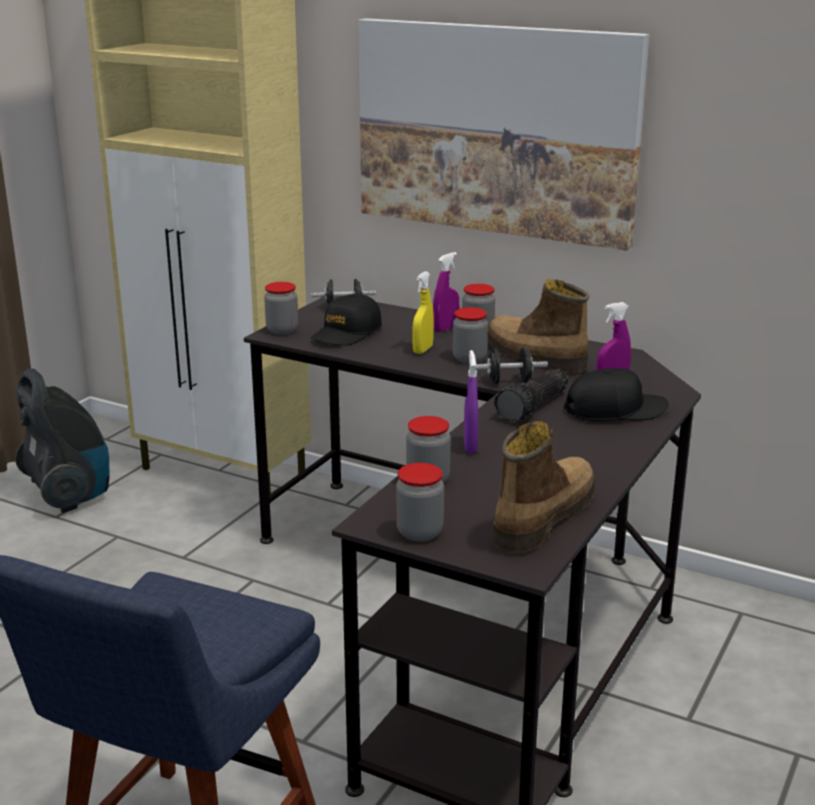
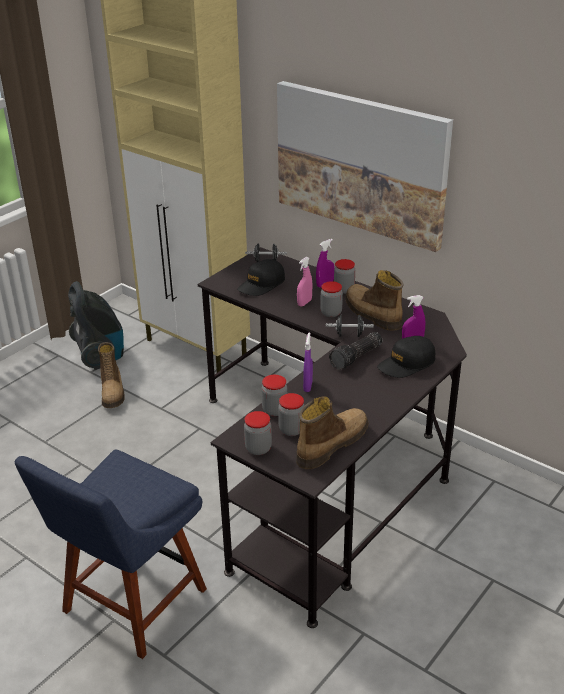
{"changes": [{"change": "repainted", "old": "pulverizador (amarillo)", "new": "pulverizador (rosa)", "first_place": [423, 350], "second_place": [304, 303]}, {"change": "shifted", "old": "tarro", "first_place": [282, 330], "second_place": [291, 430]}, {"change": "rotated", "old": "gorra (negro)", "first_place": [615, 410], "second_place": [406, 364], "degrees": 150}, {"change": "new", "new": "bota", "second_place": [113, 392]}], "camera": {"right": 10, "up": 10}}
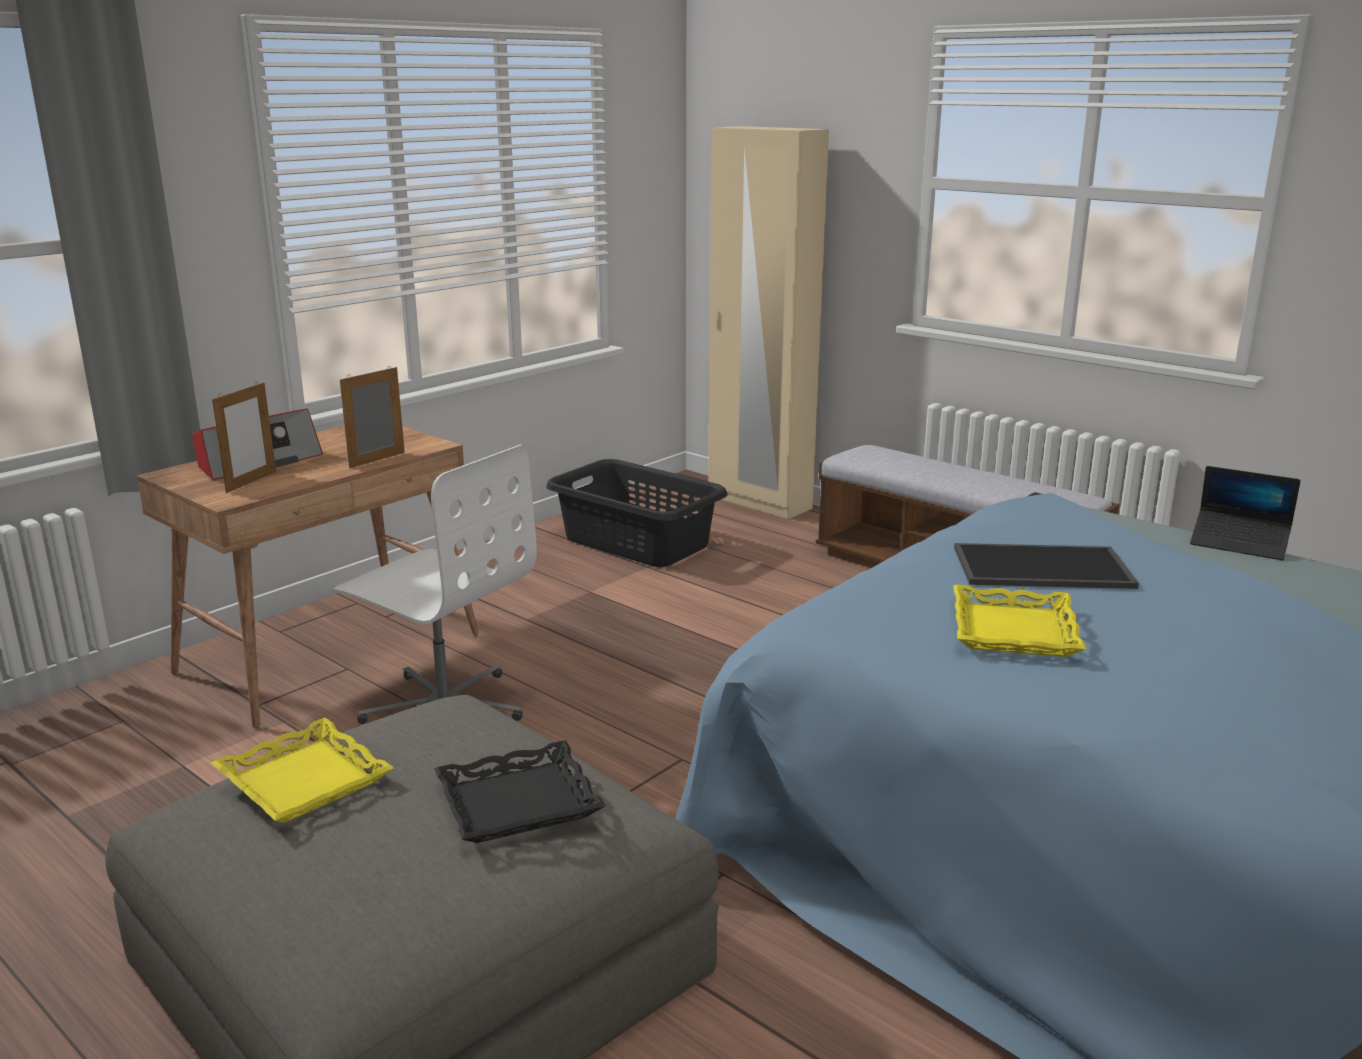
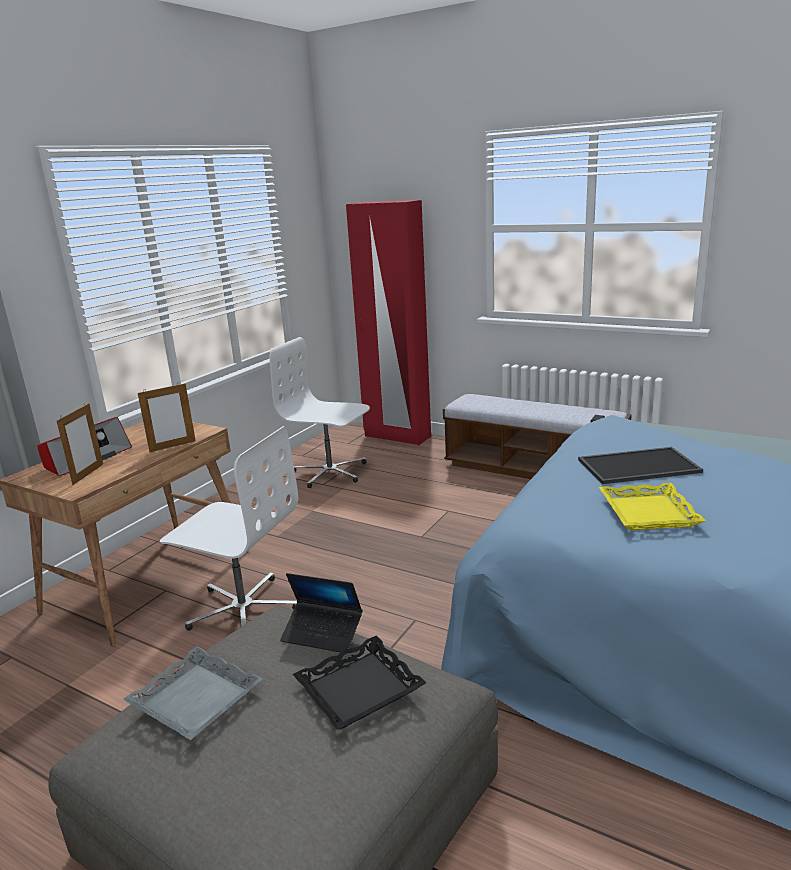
{"changes": [{"change": "repainted", "old": "armario ropero (beis)", "new": "armario ropero (rojo)", "first_place": [759, 502], "second_place": [397, 436]}, {"change": "rotated", "old": "portarretratos", "first_place": [377, 460], "second_place": [172, 446], "degrees": -150}, {"change": "swapped", "old": "cesto de la ropa (negro)", "new": "silla de oficina (blanco)", "first_place": [636, 542], "second_place": [330, 472]}, {"change": "shifted", "old": "portátil", "first_place": [1239, 543], "second_place": [322, 633]}, {"change": "repainted", "old": "bandeja (amarillo)", "new": "bandeja (gris)", "first_place": [305, 780], "second_place": [196, 699]}], "camera": {"right": -10, "up": 0}}
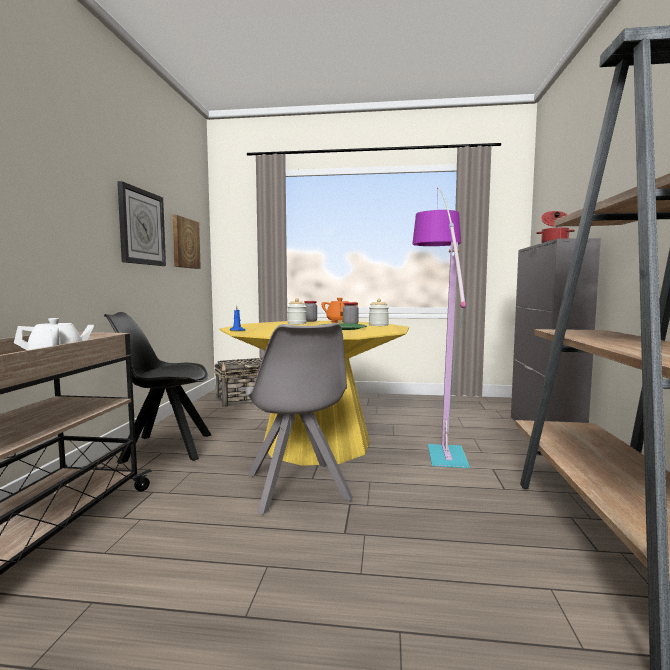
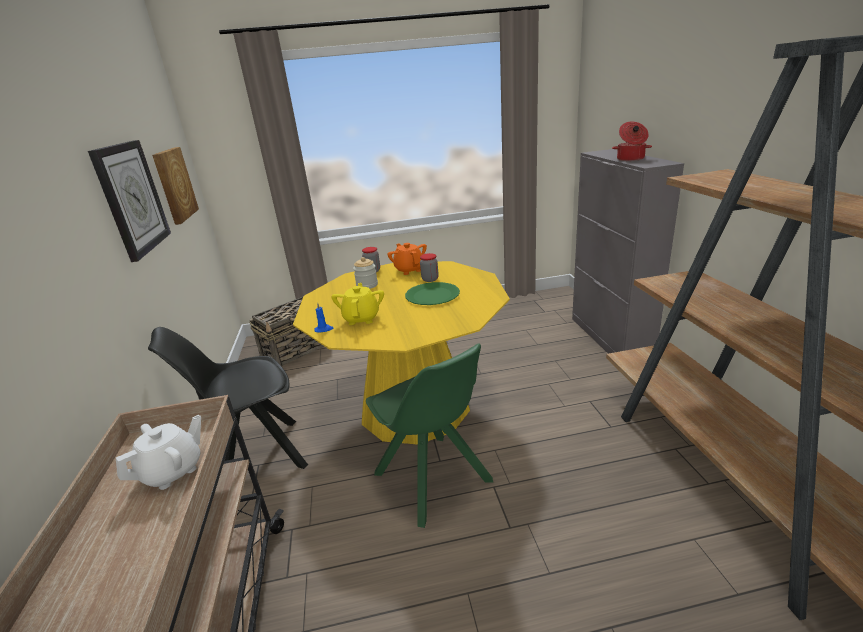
{"changes": [{"change": "gone", "old": "lámpara de pie", "first_place": [438, 424]}, {"change": "gone", "old": "tarro", "first_place": [378, 325]}, {"change": "repainted", "old": "silla (gris)", "new": "silla (verde)", "first_place": [297, 488], "second_place": [434, 479]}, {"change": "new", "new": "tetera (amarillo)", "second_place": [361, 318]}], "camera": {"right": -15, "up": 20}}
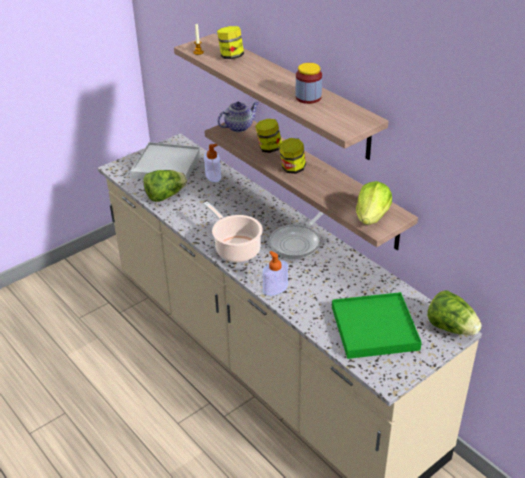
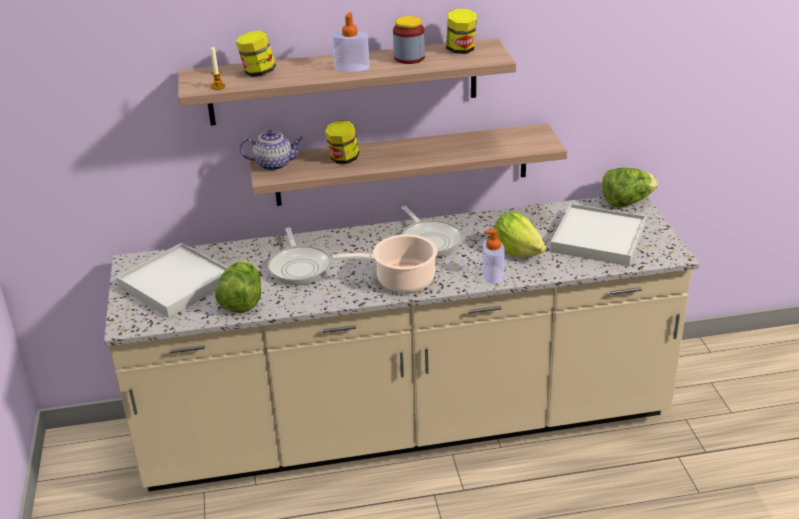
{"changes": [{"change": "rotated", "old": "tetera", "first_place": [239, 127], "second_place": [274, 164], "degrees": 90}, {"change": "shifted", "old": "tarro", "first_place": [292, 169], "second_place": [461, 50]}, {"change": "shifted", "old": "dispensador de jabón", "first_place": [213, 176], "second_place": [352, 68]}, {"change": "shifted", "old": "lechuga", "first_place": [372, 217], "second_place": [517, 251]}, {"change": "repainted", "old": "bandeja (verde)", "new": "bandeja (blanco)", "first_place": [374, 328], "second_place": [598, 238]}, {"change": "new", "new": "sartén", "second_place": [299, 267]}], "camera": {"right": -60, "up": -5}}
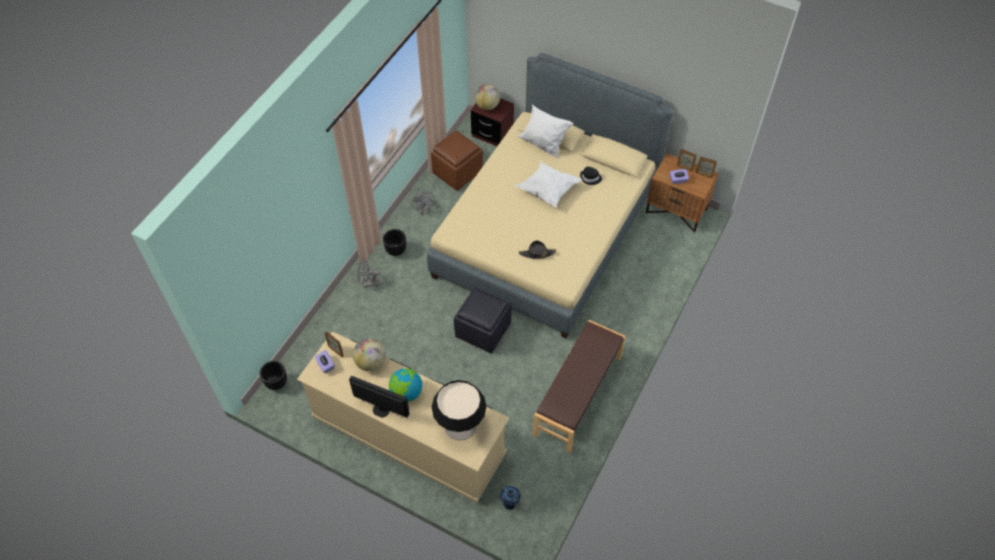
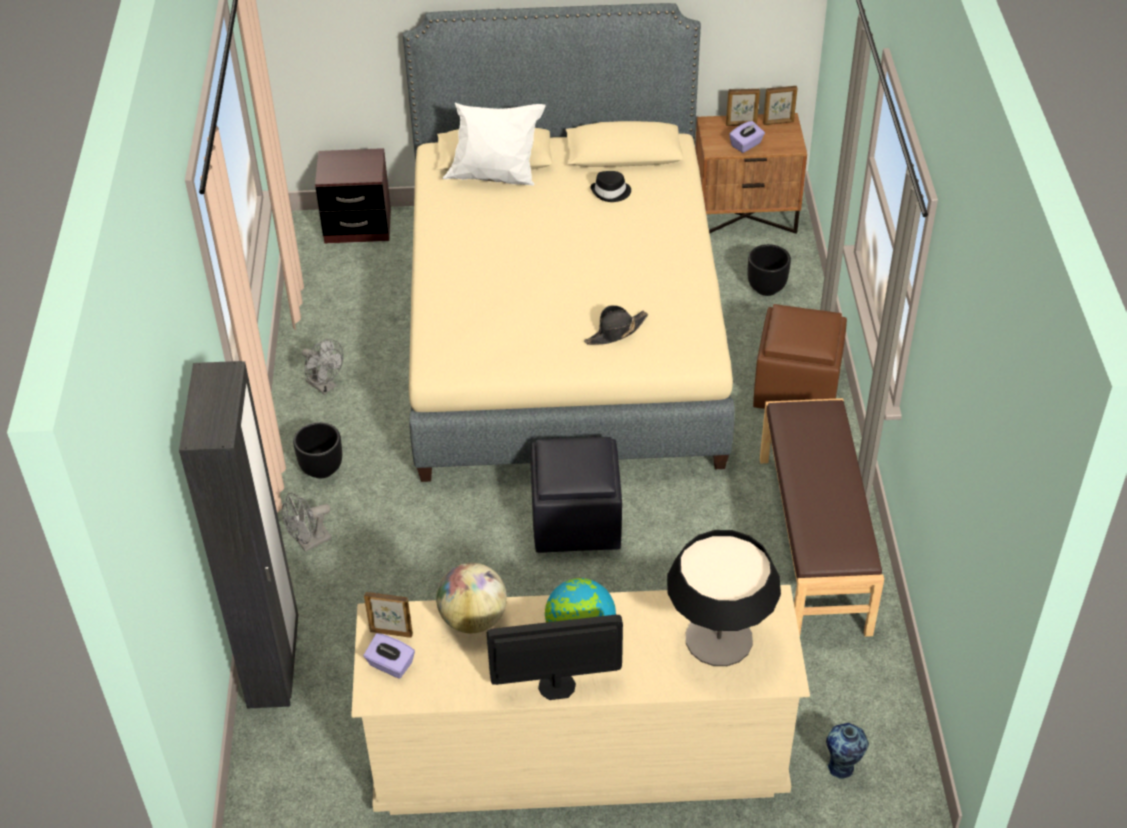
{"changes": [{"change": "gone", "old": "globo terráqueo", "first_place": [487, 106]}, {"change": "shifted", "old": "puf (marrón)", "first_place": [457, 172], "second_place": [797, 388]}, {"change": "gone", "old": "cojín (blanco)", "first_place": [547, 191]}, {"change": "shifted", "old": "maceta (negro)", "first_place": [277, 383], "second_place": [767, 288]}, {"change": "new", "new": "armario ropero (negro)", "second_place": [274, 664]}], "camera": {"right": -30, "up": -10}}
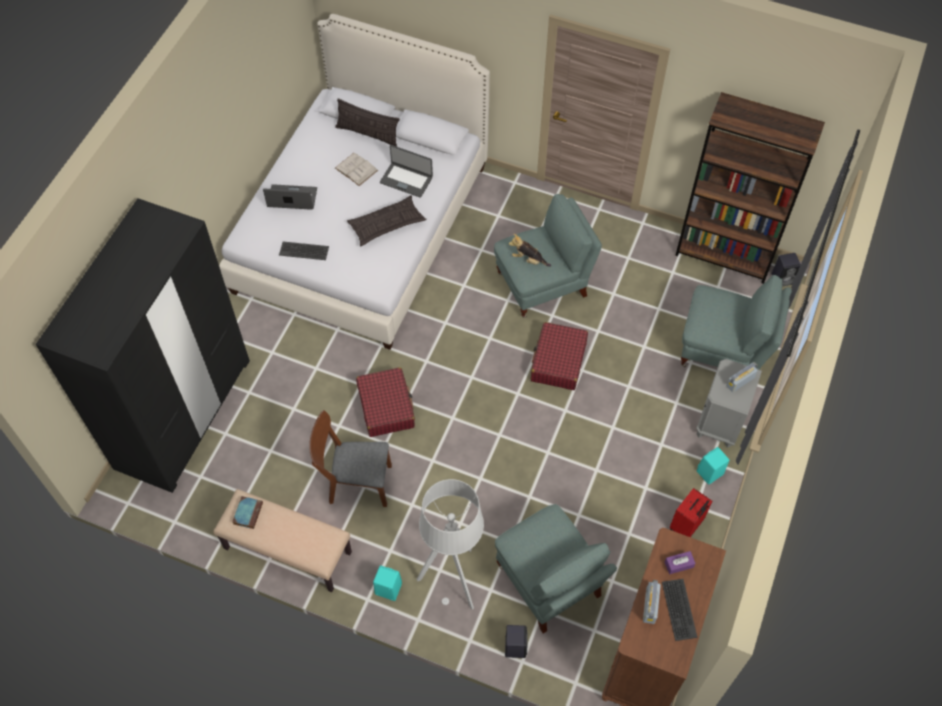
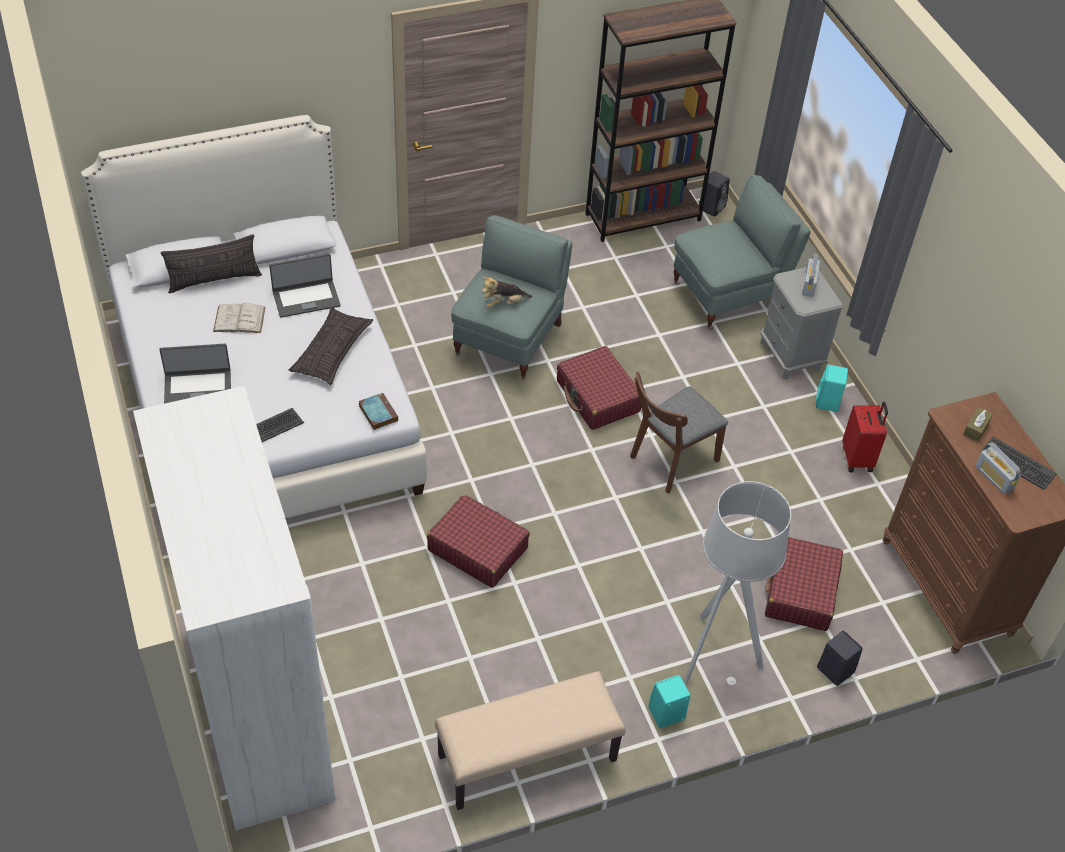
{"changes": [{"change": "rotated", "old": "portátil", "first_place": [292, 198], "second_place": [198, 387], "degrees": -150}, {"change": "repainted", "old": "armario ropero (negro)", "new": "armario ropero (blanco)", "first_place": [183, 413], "second_place": [258, 712]}, {"change": "shifted", "old": "silla (marrón)", "first_place": [355, 483], "second_place": [669, 462]}, {"change": "shifted", "old": "libro", "first_place": [248, 513], "second_place": [377, 413]}, {"change": "swapped", "old": "sillón (gris)", "new": "maleta (rojo)", "first_place": [549, 582], "second_place": [801, 592]}, {"change": "repainted", "old": "caja de pañuelos (morado)", "new": "caja de pañuelos (marrón)", "first_place": [679, 564], "second_place": [976, 428]}], "camera": {"right": -45, "up": -10}}
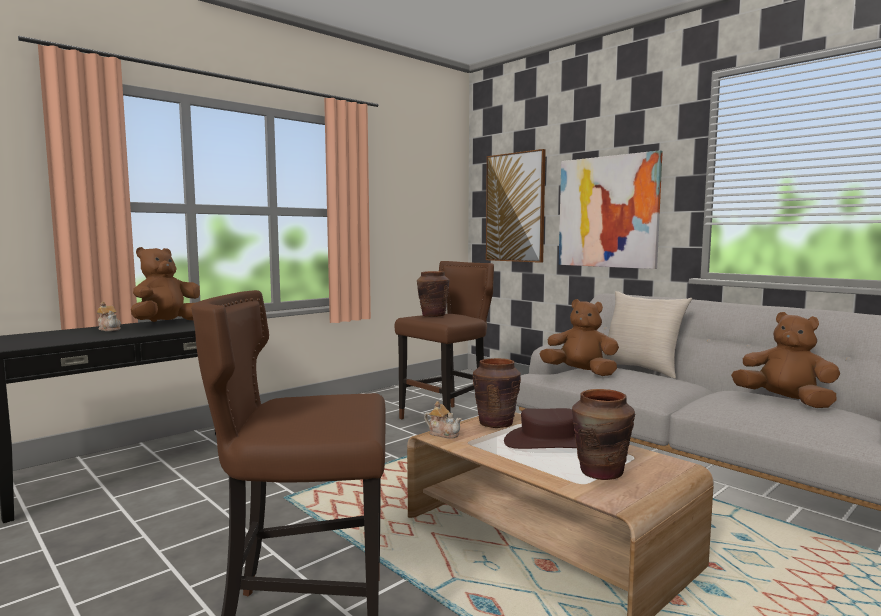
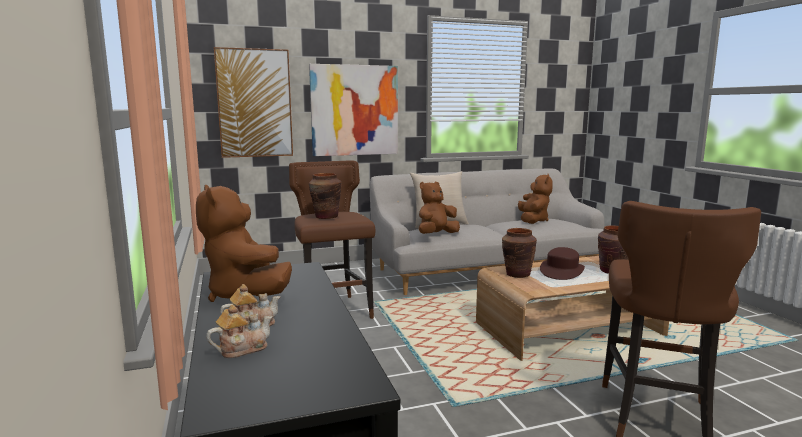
{"changes": [{"change": "rotated", "old": "peluche (marrón)", "first_place": [785, 401], "second_place": [533, 220], "degrees": 120}, {"change": "shifted", "old": "tetera", "first_place": [443, 433], "second_place": [242, 349]}], "camera": {"right": -65, "up": 5}}
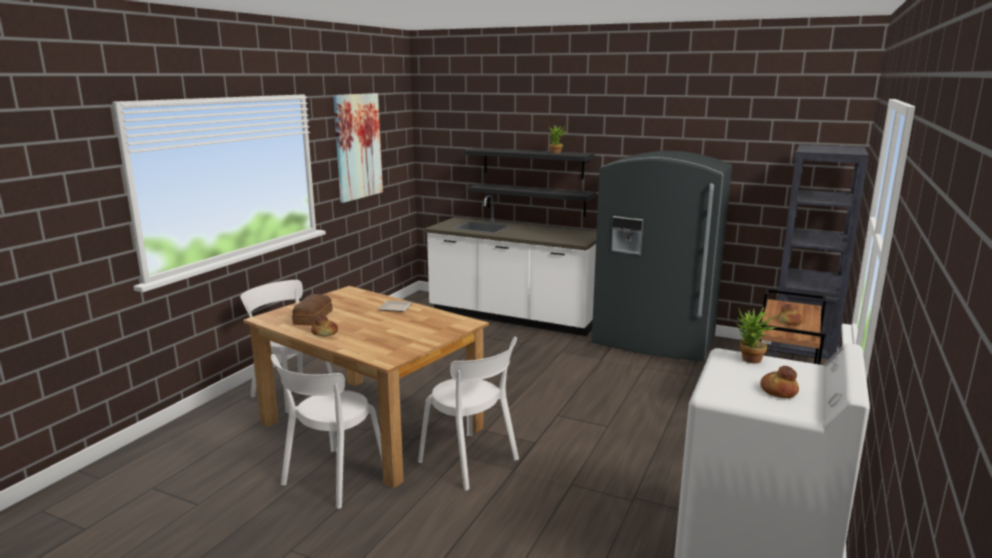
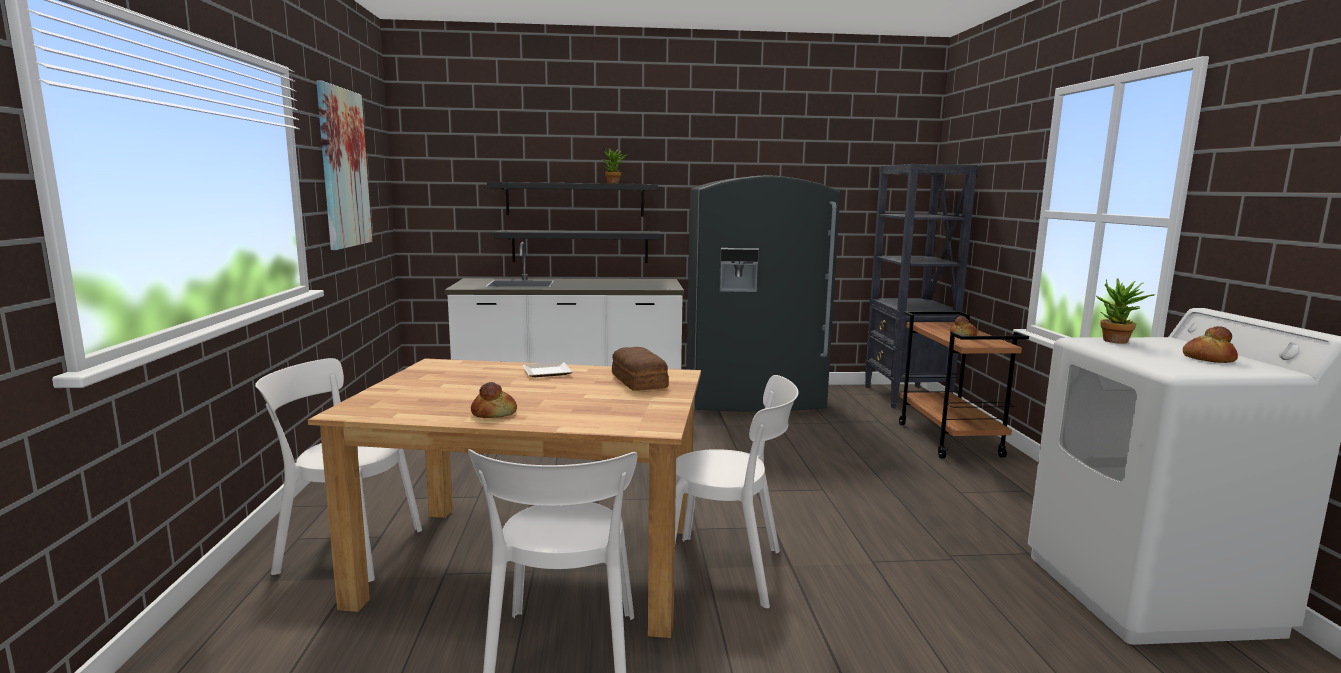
{"changes": [{"change": "shifted", "old": "pan", "first_place": [312, 318], "second_place": [638, 381]}], "camera": {"right": -30, "up": -5}}
